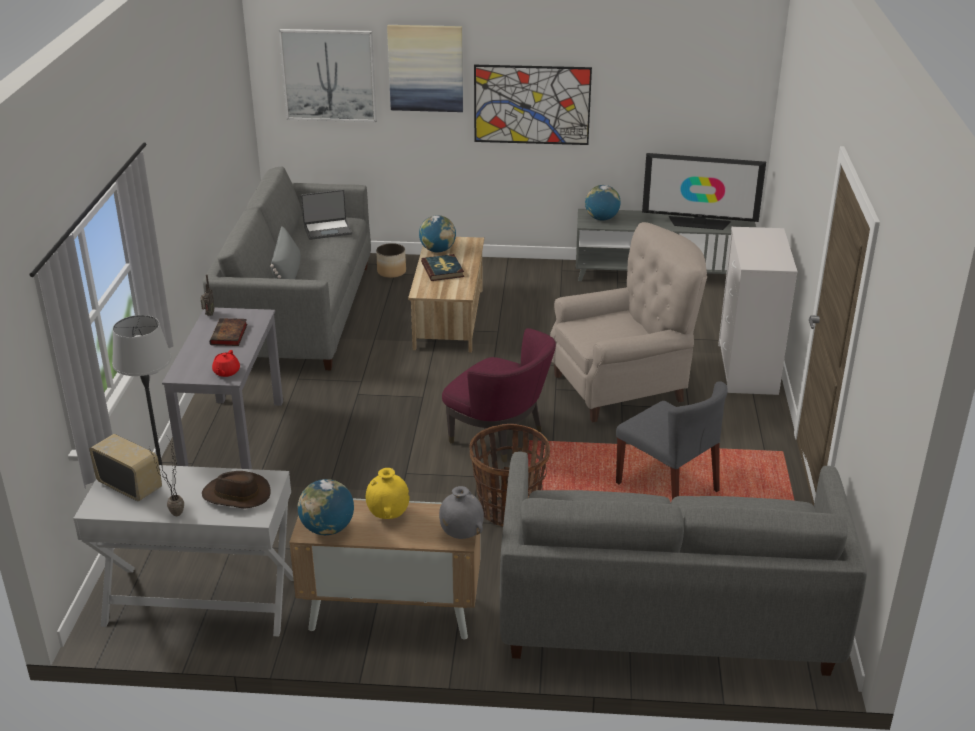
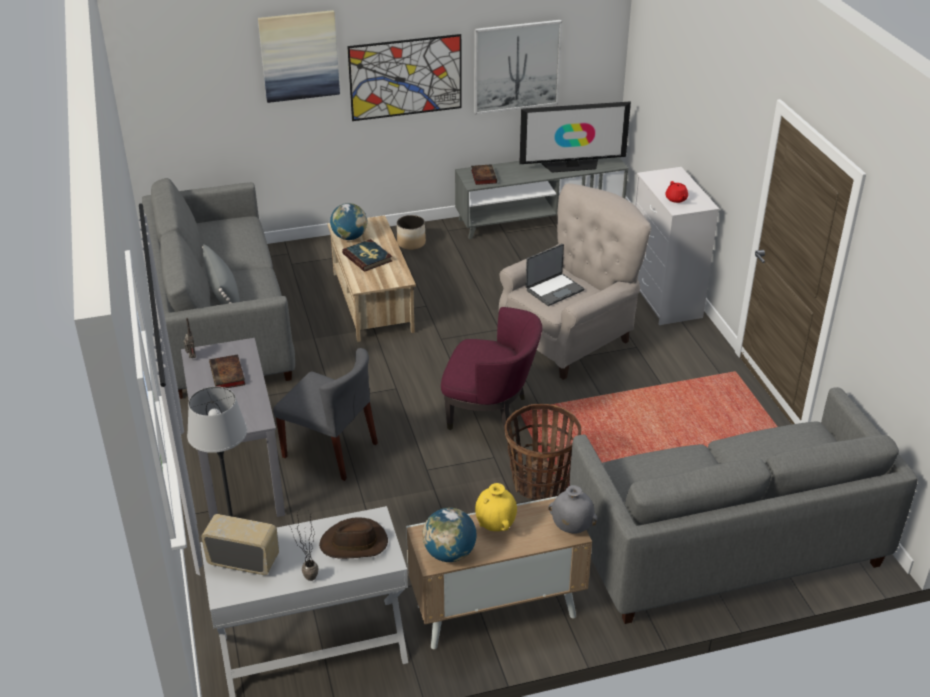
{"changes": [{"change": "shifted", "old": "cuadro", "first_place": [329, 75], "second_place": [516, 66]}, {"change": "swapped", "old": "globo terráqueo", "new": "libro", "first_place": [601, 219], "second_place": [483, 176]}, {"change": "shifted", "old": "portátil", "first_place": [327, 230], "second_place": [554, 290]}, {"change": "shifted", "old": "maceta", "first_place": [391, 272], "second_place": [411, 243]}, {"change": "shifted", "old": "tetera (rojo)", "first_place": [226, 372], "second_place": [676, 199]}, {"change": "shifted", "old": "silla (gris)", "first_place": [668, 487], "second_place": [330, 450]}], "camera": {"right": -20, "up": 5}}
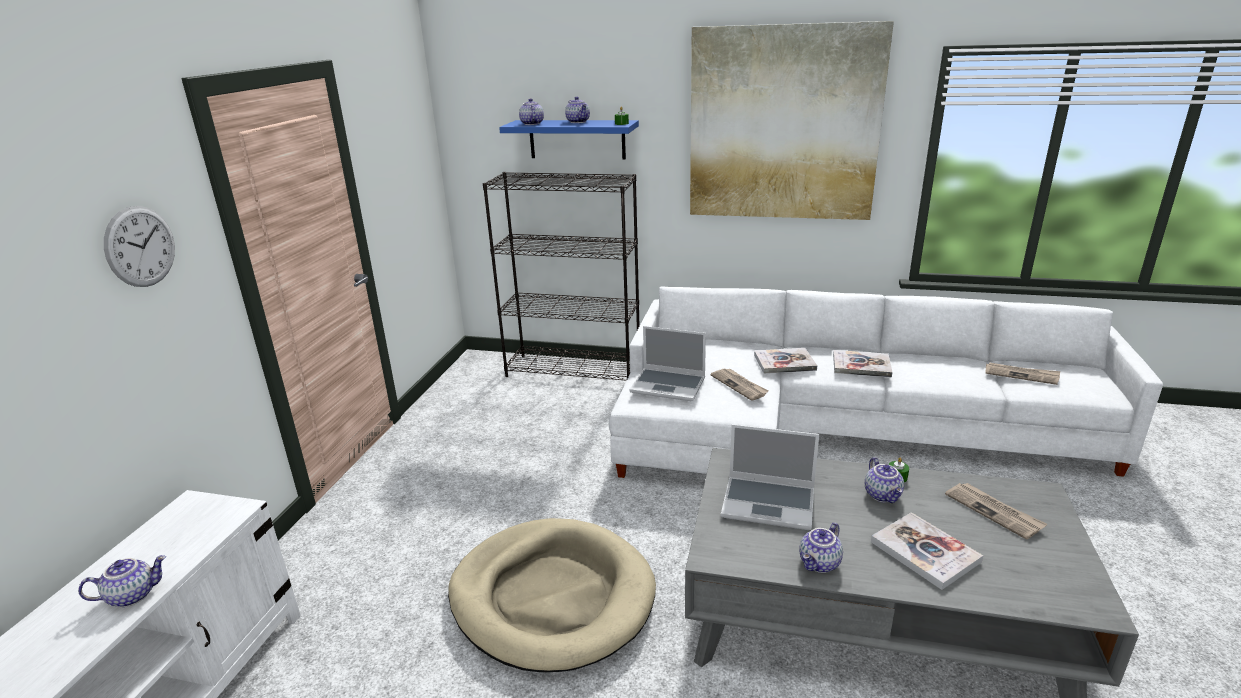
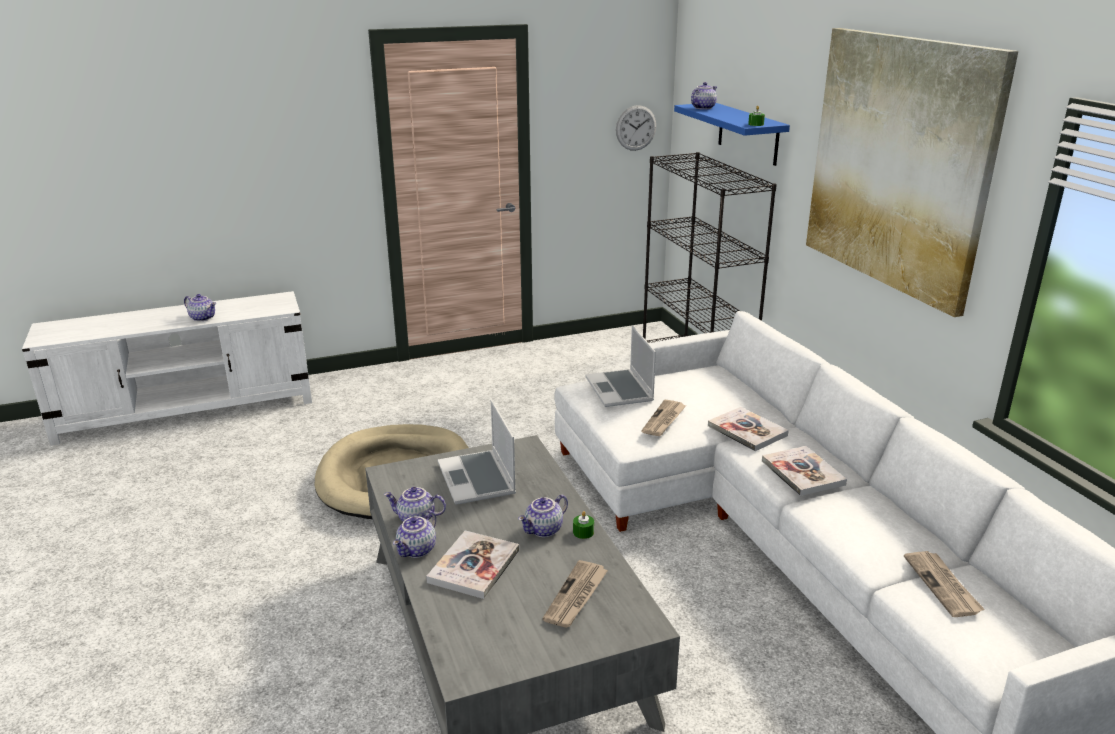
{"changes": [{"change": "shifted", "old": "tetera", "first_place": [578, 122], "second_place": [417, 550]}, {"change": "shifted", "old": "reloj de pared", "first_place": [140, 246], "second_place": [636, 128]}], "camera": {"right": 55, "up": 0}}
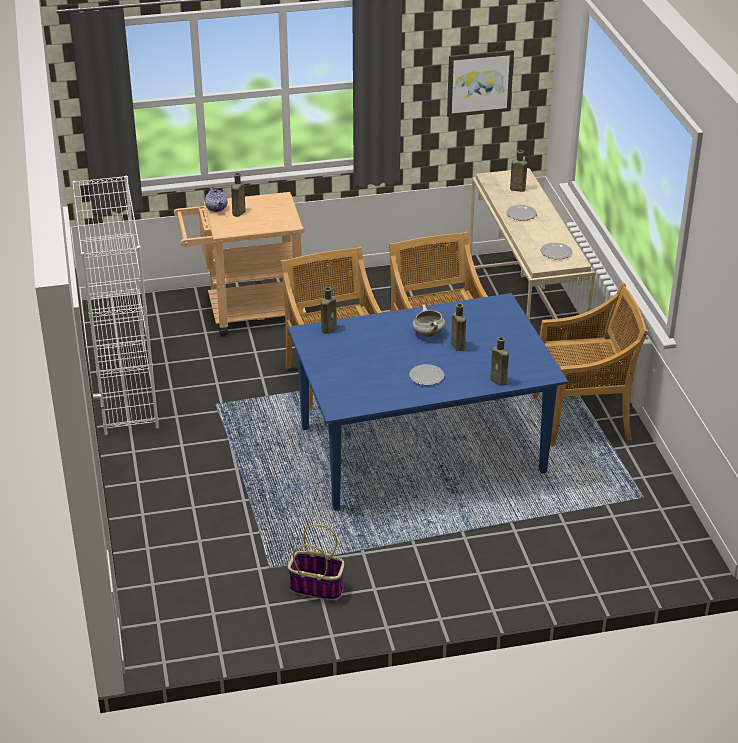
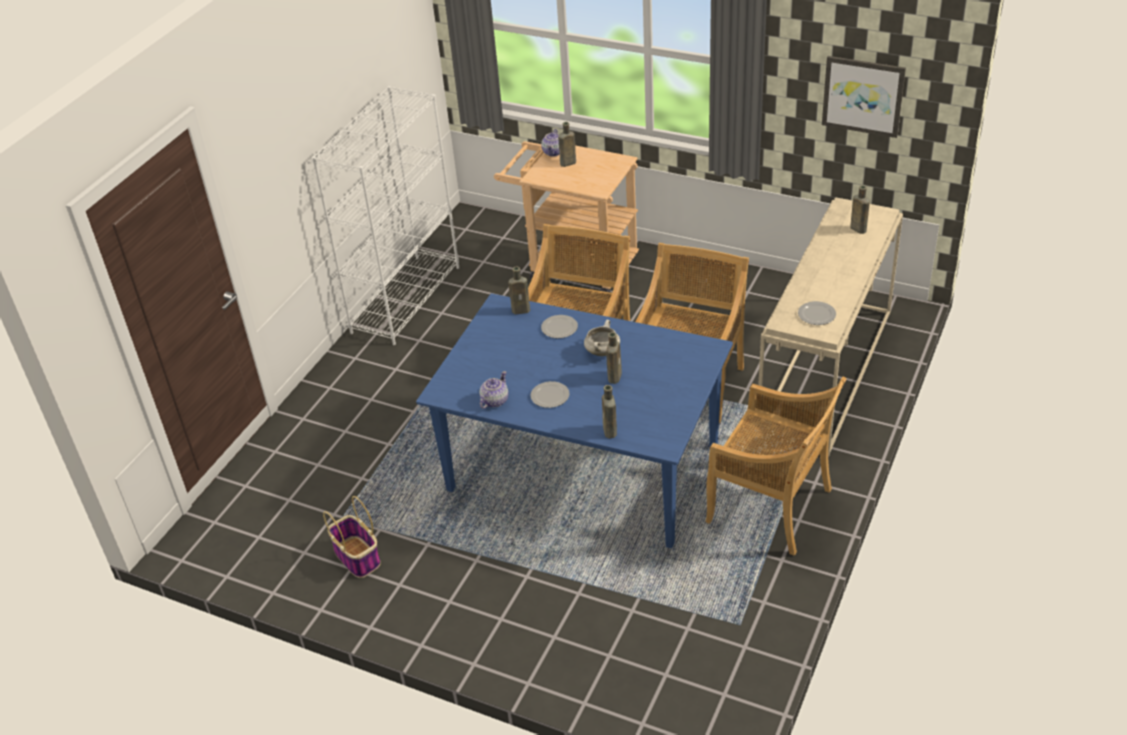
{"changes": [{"change": "shifted", "old": "plato", "first_place": [521, 214], "second_place": [558, 328]}, {"change": "new", "new": "tetera", "second_place": [494, 401]}], "camera": {"right": 40, "up": 5}}
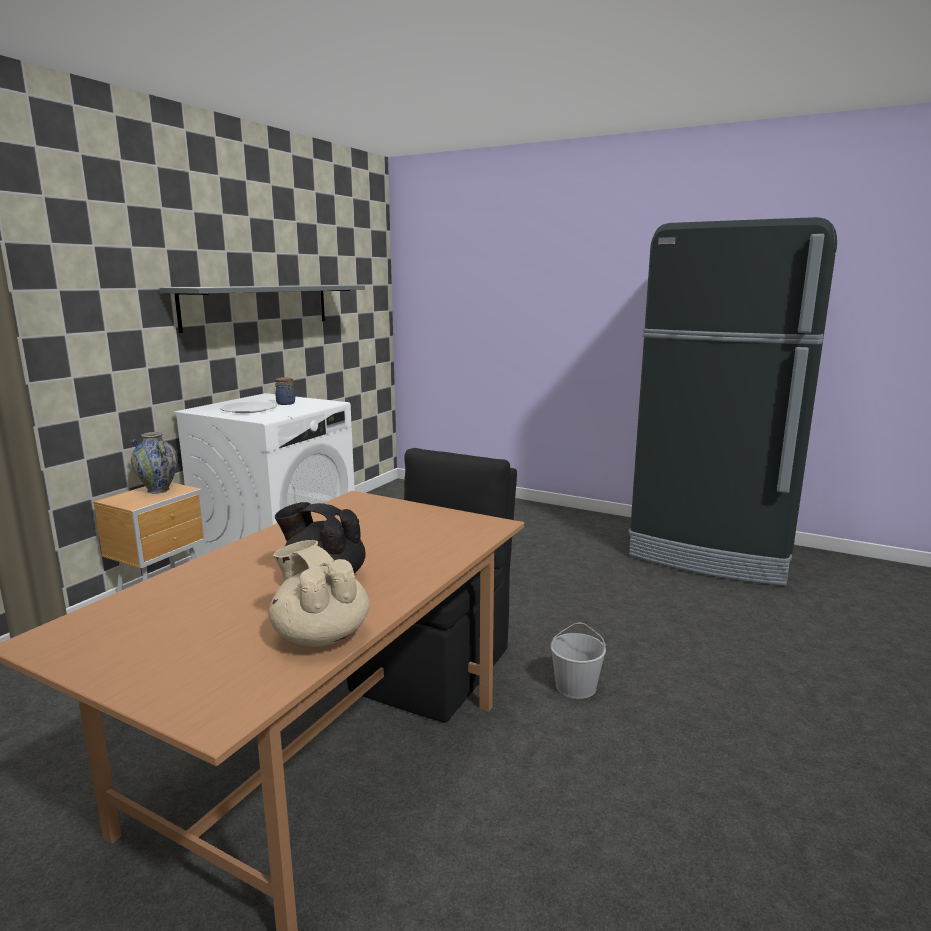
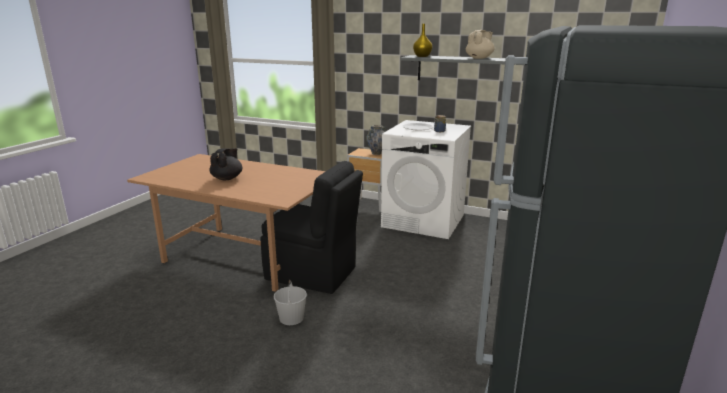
{"changes": [{"change": "shifted", "old": "tetera (beis)", "first_place": [320, 635], "second_place": [479, 58]}, {"change": "new", "new": "florero (amarillo)", "second_place": [422, 56]}], "camera": {"right": 85, "up": 5}}
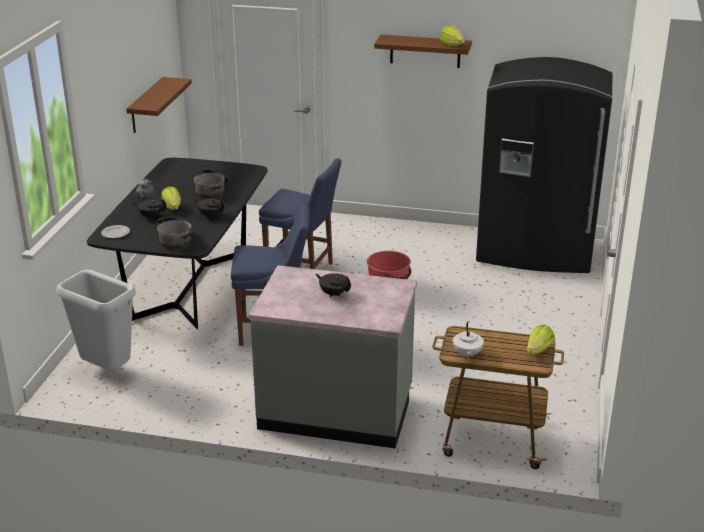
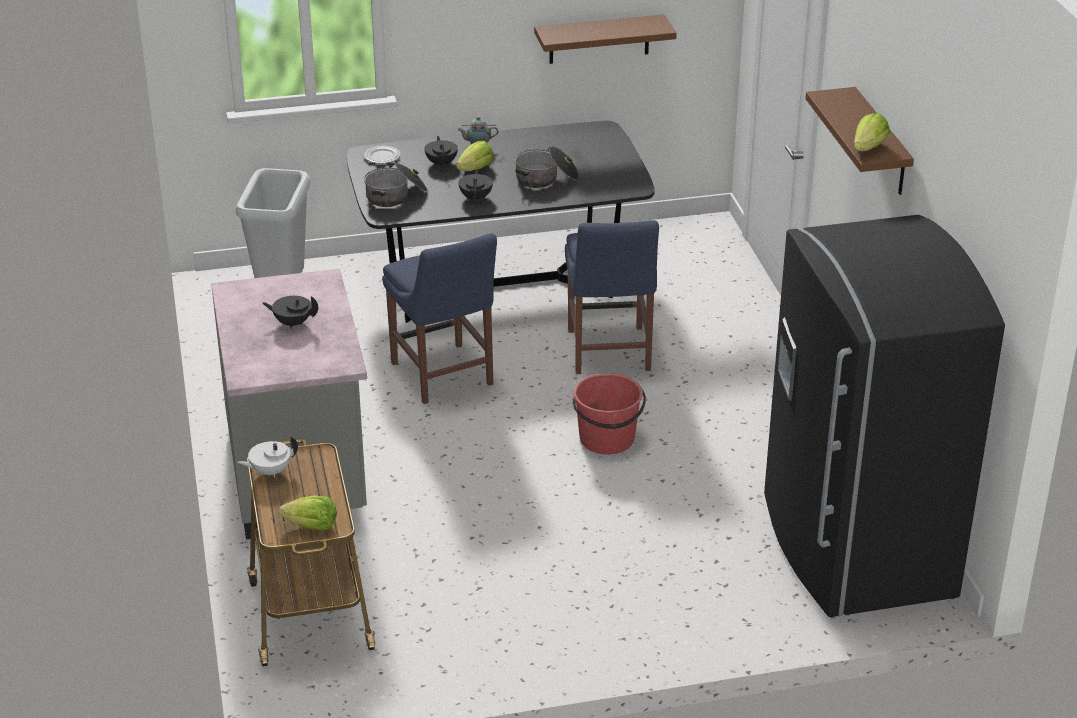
{"changes": [{"change": "rotated", "old": "tetera (negro)", "first_place": [333, 293], "second_place": [292, 323], "degrees": -90}], "camera": {"right": 65, "up": 5}}
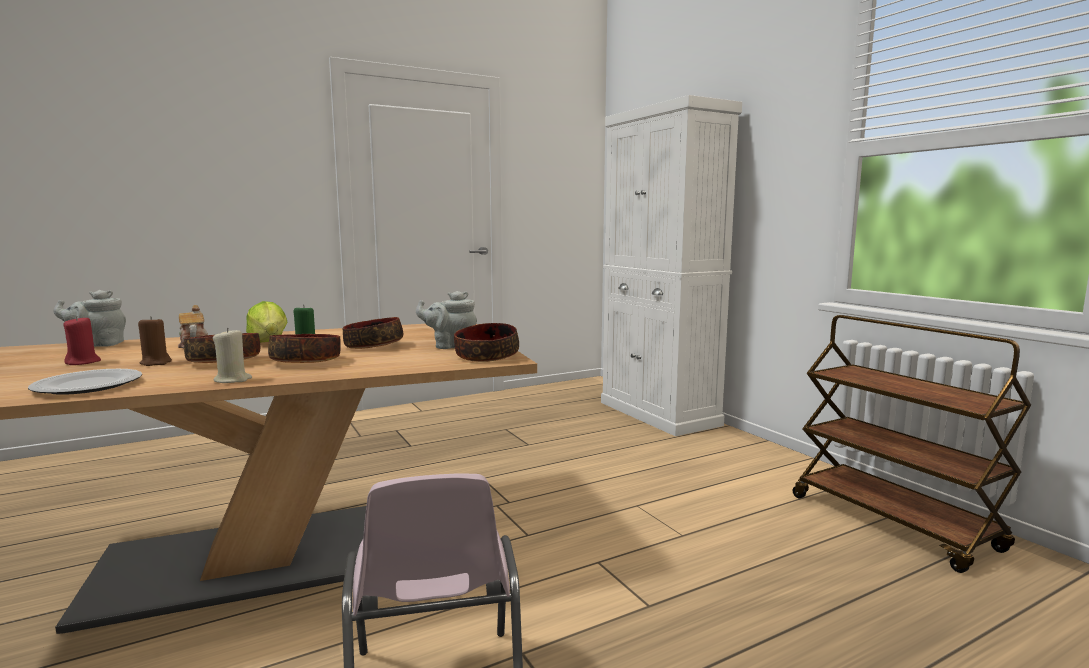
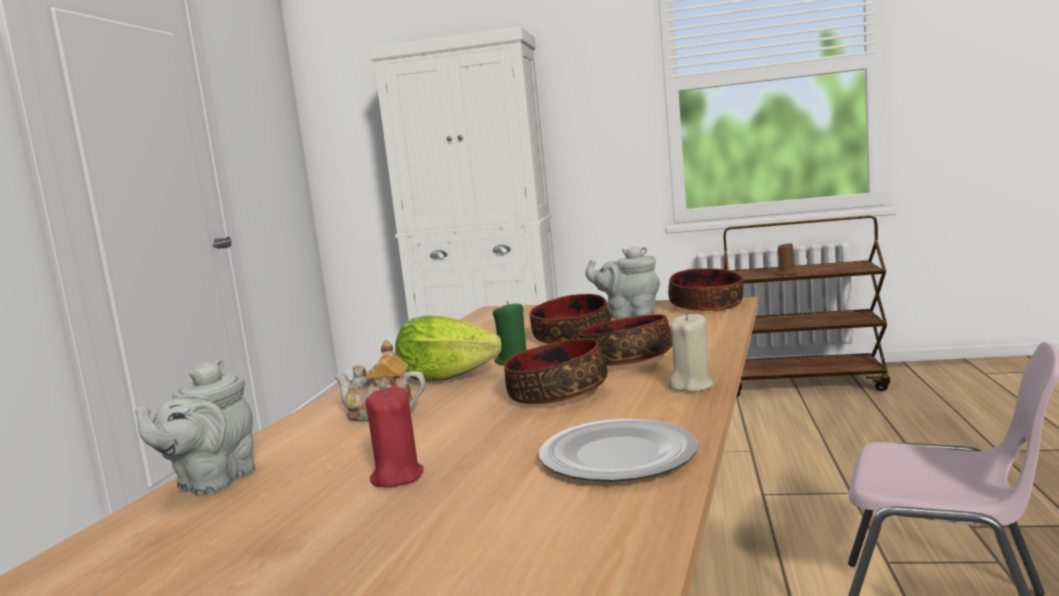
{"changes": [{"change": "rotated", "old": "tetera (gris)", "first_place": [450, 346], "second_place": [628, 314], "degrees": 75}, {"change": "shifted", "old": "vela (marrón)", "first_place": [156, 363], "second_place": [786, 273]}], "camera": {"right": -50, "up": 0}}
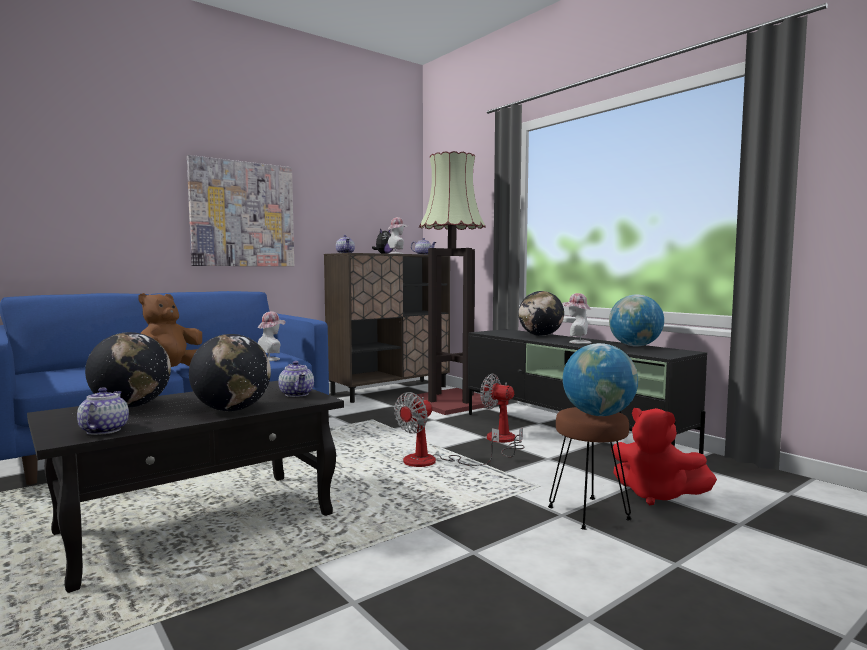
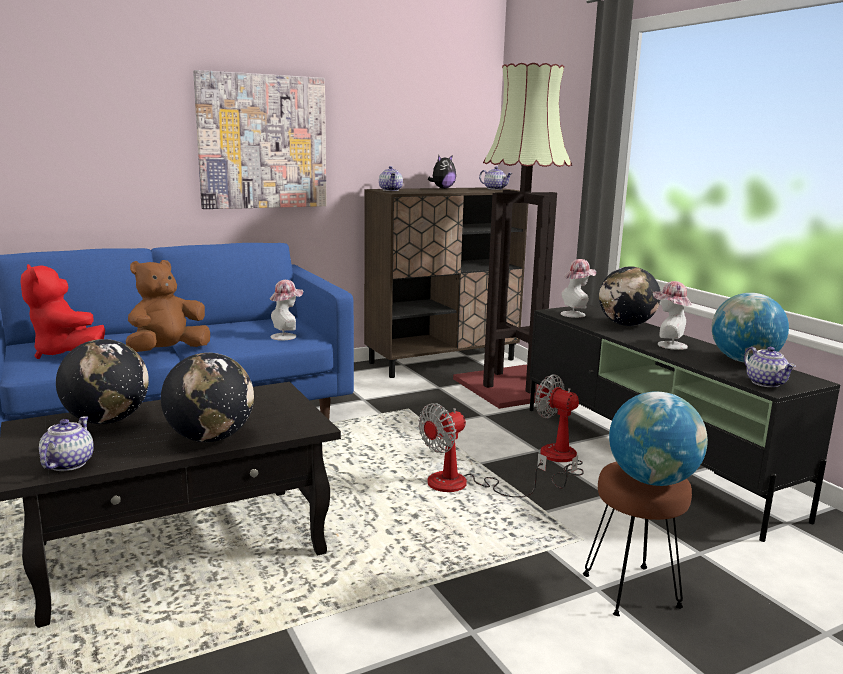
{"changes": [{"change": "shifted", "old": "sombrero", "first_place": [397, 253], "second_place": [575, 314]}, {"change": "shifted", "old": "tetera", "first_place": [297, 394], "second_place": [766, 383]}, {"change": "shifted", "old": "peluche (rojo)", "first_place": [656, 495], "second_place": [66, 353]}], "camera": {"right": 10, "up": 10}}
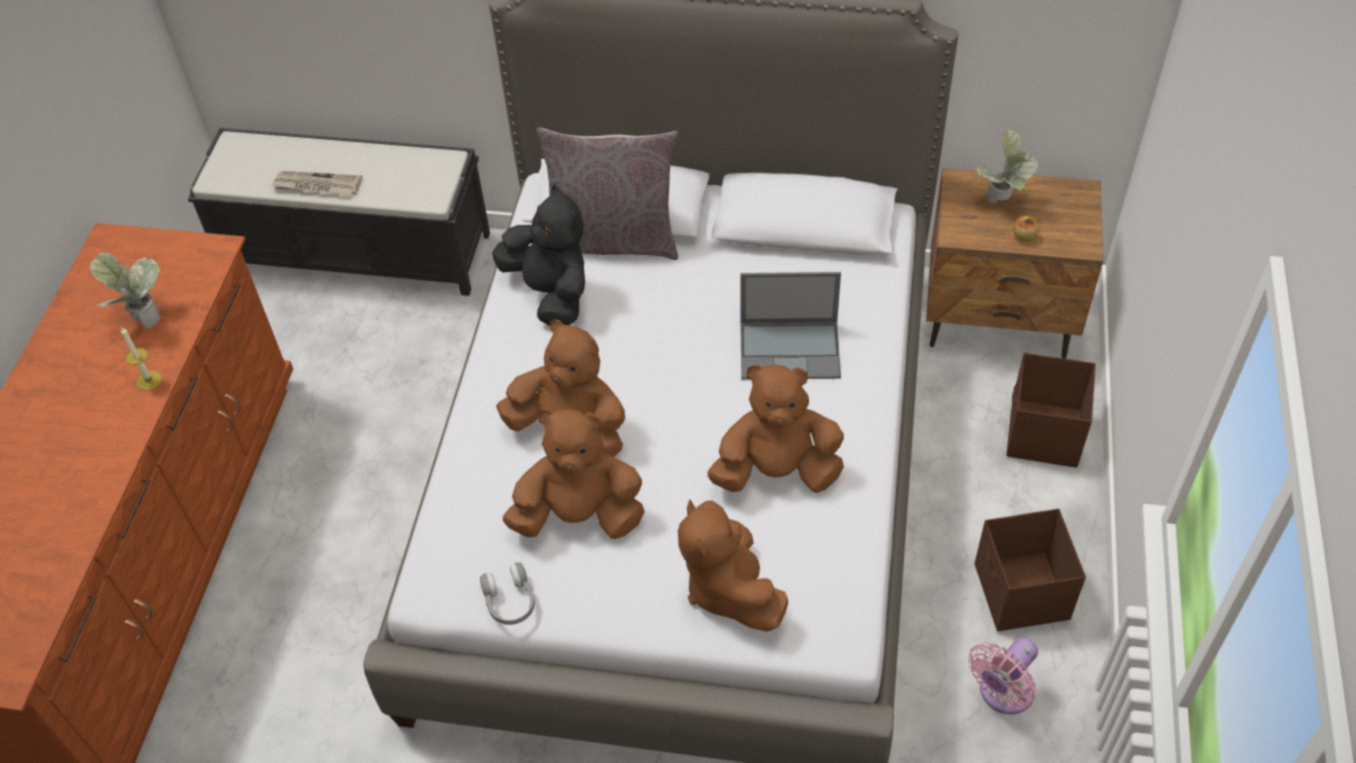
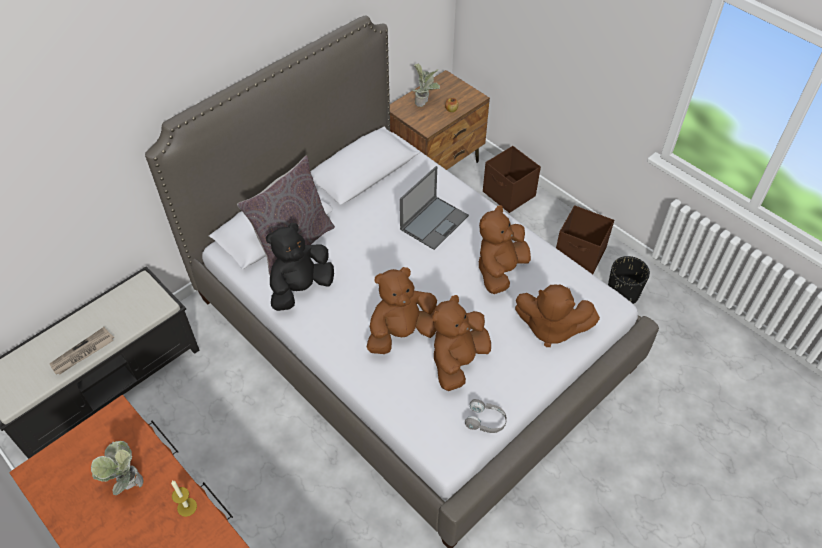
{"changes": [{"change": "rotated", "old": "peluche (negro)", "first_place": [551, 293], "second_place": [300, 289], "degrees": -45}, {"change": "swapped", "old": "ventilador (rosa)", "new": "maceta (negro)", "first_place": [1002, 693], "second_place": [622, 293]}], "camera": {"right": -55, "up": 0}}
